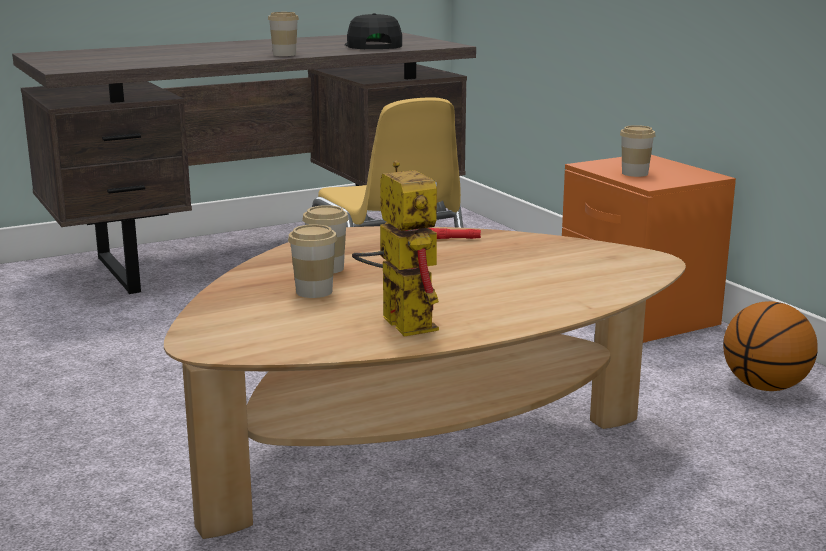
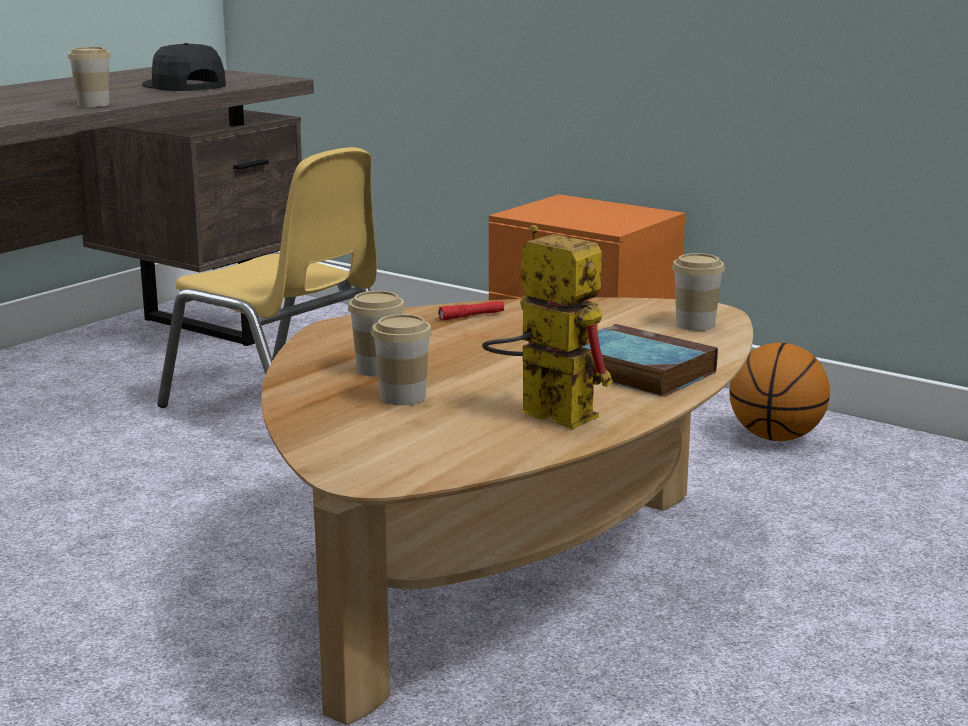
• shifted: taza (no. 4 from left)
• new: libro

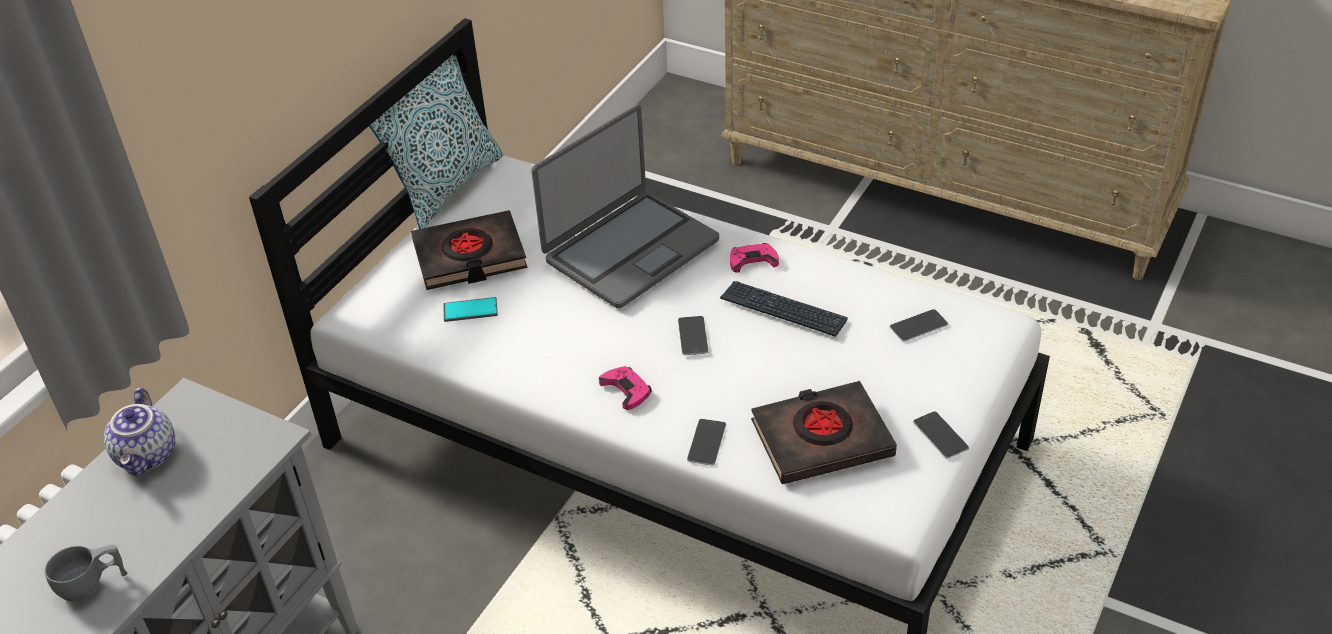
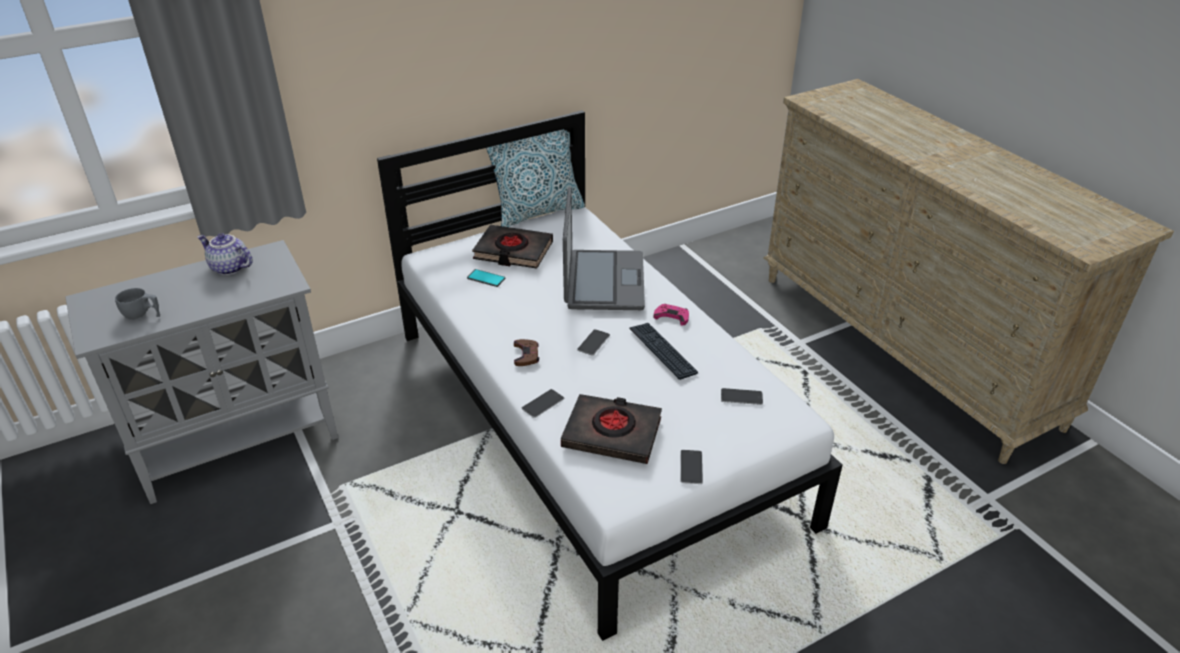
• rotated: portátil 75 degrees counterclockwise
• repainted: mando de consola/rosa (no. 1 from left) to mando de consola/marrón
• rotated: tetera 90 degrees clockwise

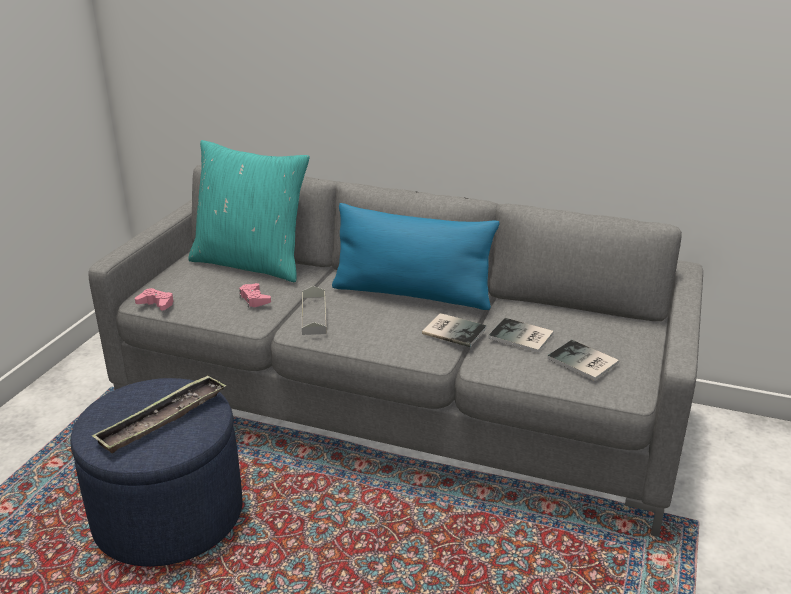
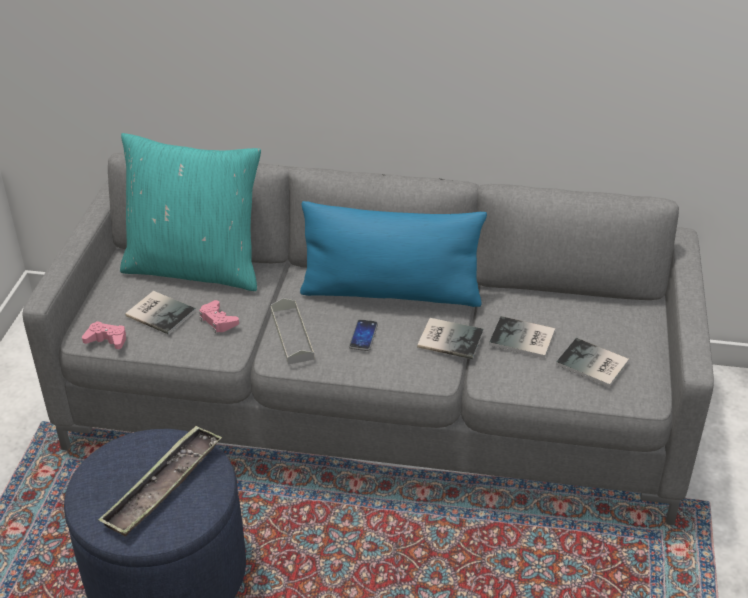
• new: libro (no. 1 from left)
• new: móvil

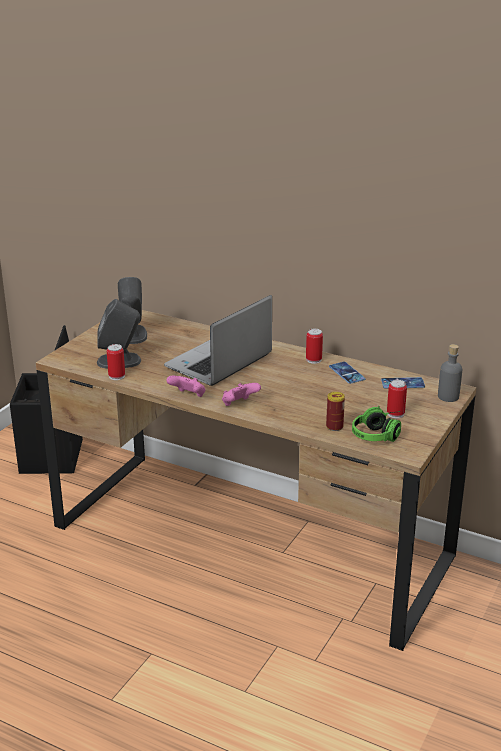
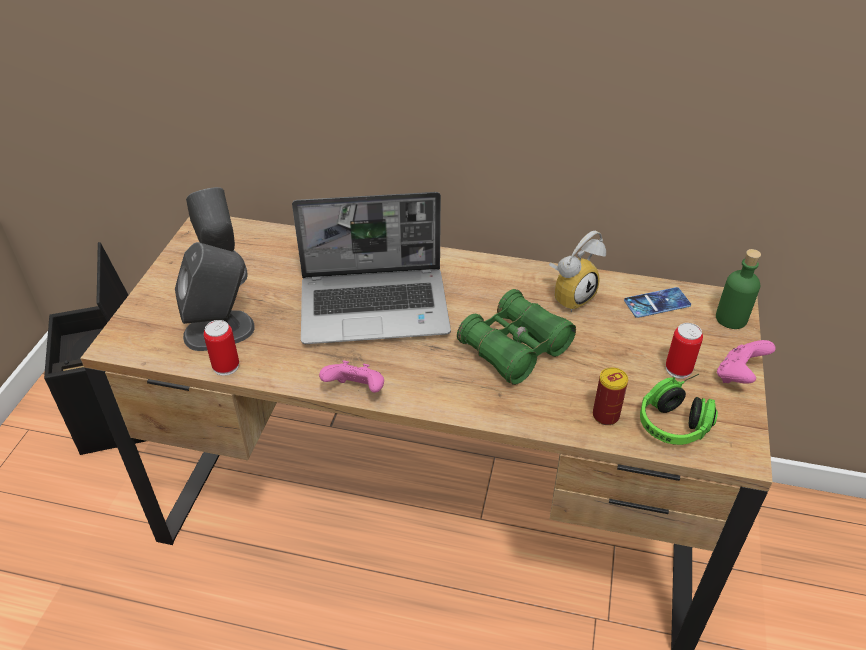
• rotated: portátil 120 degrees counterclockwise
• gone: lata (no. 2 from left)
• repainted: botella/gris to botella/verde
• swapped: móvil (no. 1 from left) to despertador
• shifted: mando de consola/rosa (no. 2 from left)
• new: prismáticos/verde

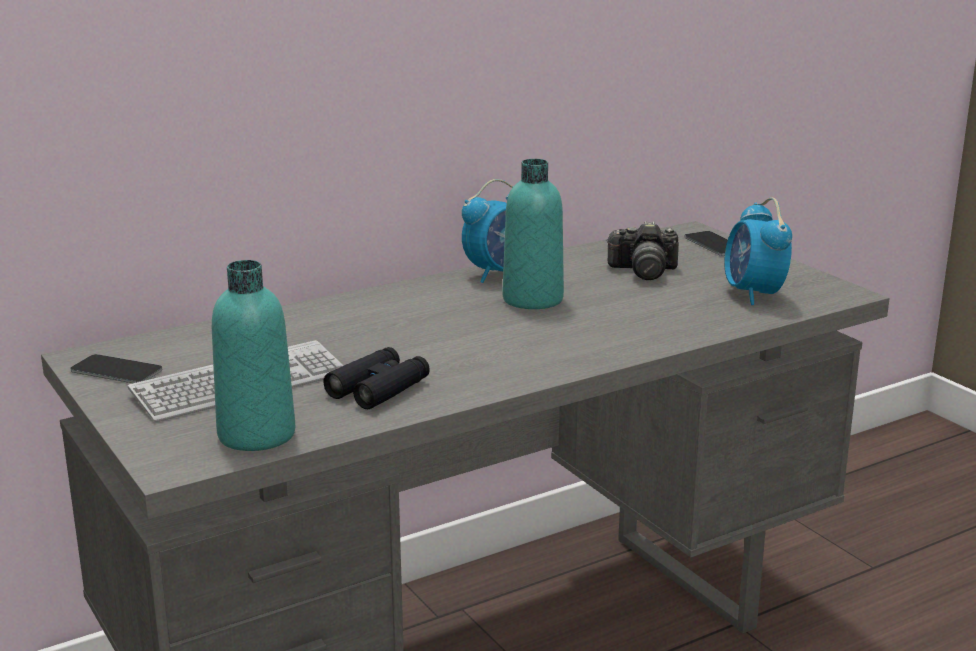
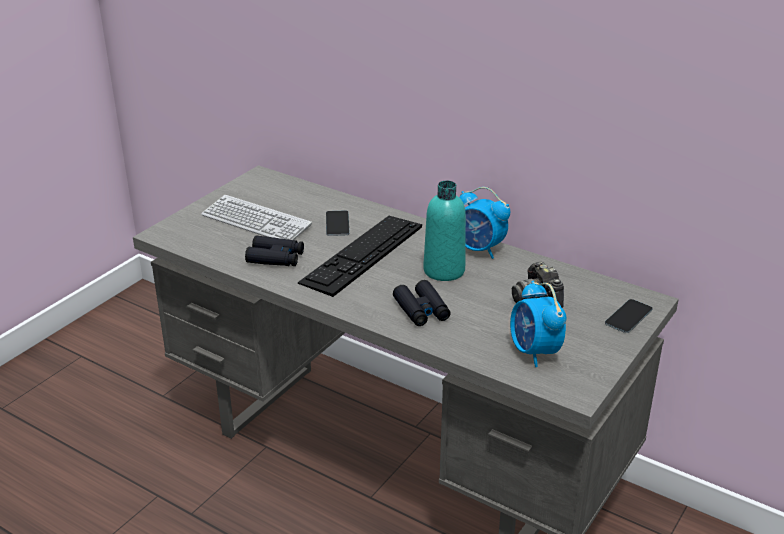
• rotated: despertador (no. 2 from left) 75 degrees counterclockwise
• gone: botella/turquesa (no. 1 from left)
• shifted: móvil (no. 1 from left)
• new: teclado (no. 2 from left)
• new: prismáticos/negro (no. 2 from left)

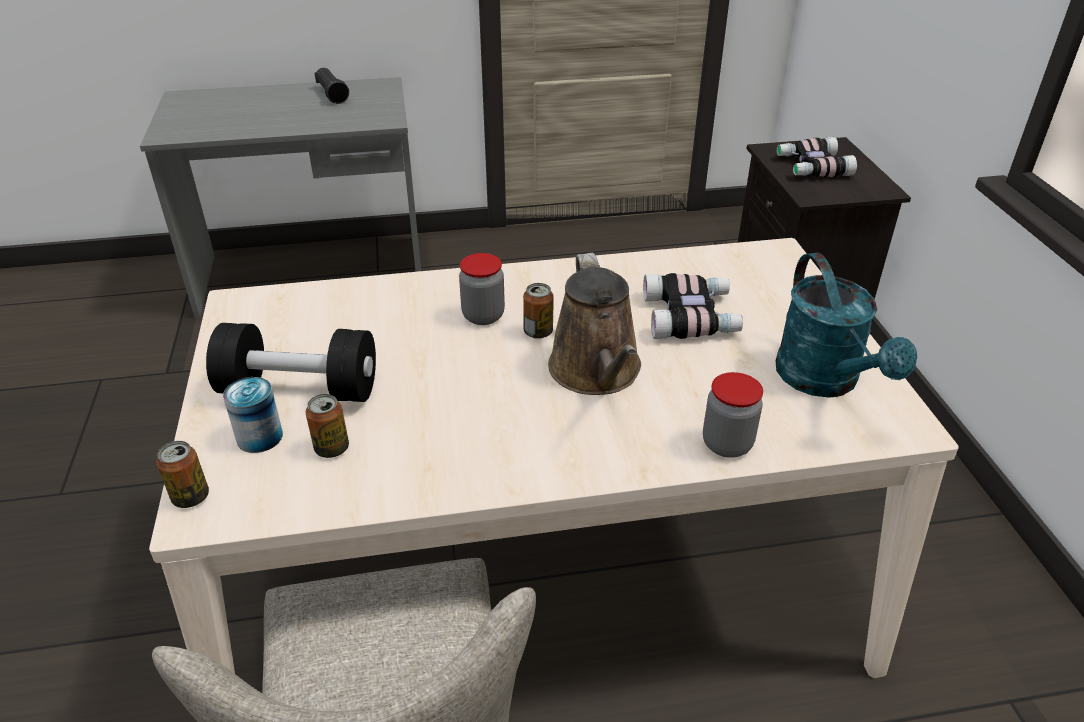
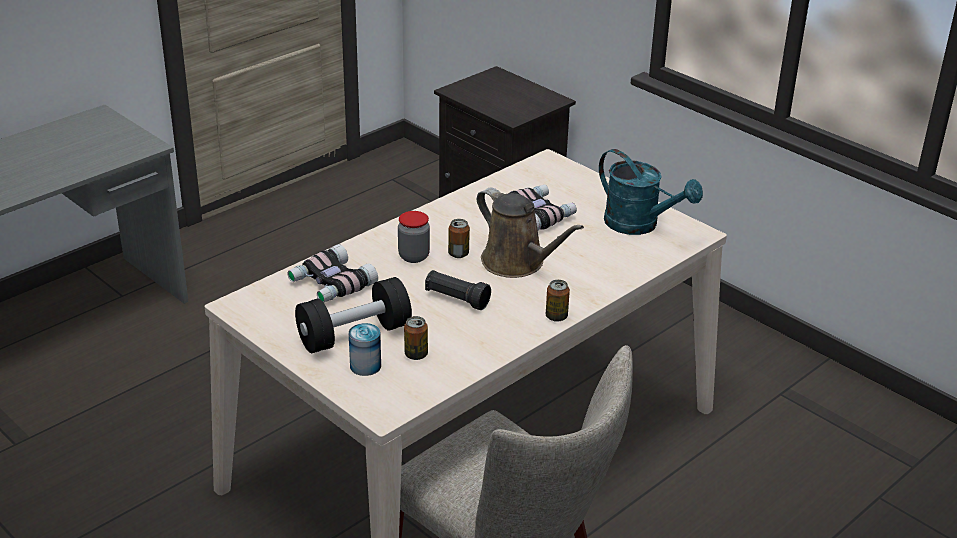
• shifted: linterna/negro
• shifted: prismáticos (no. 2 from left in the first image) to prismáticos (no. 1 from left)
• gone: tarro (no. 2 from left)
• shifted: lata (no. 1 from left in the first image) to lata (no. 4 from left)

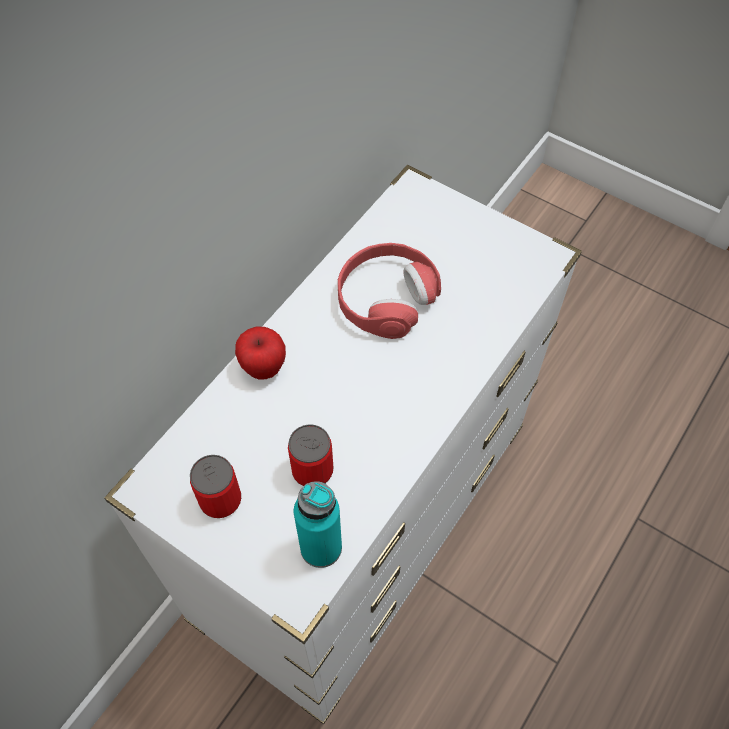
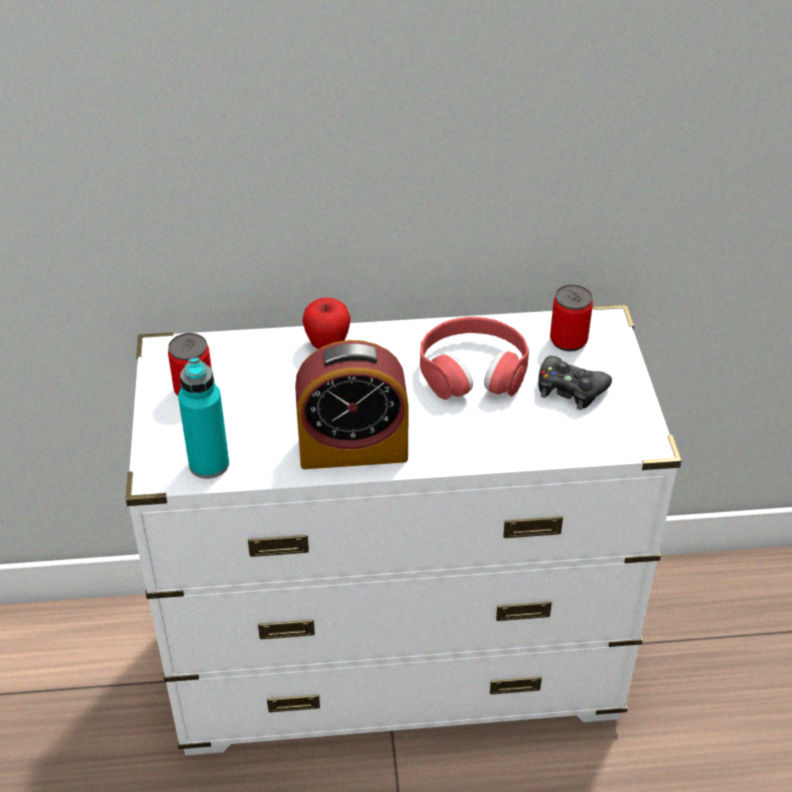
• shifted: lata (no. 2 from left)
• new: despertador
• new: mando de consola/negro

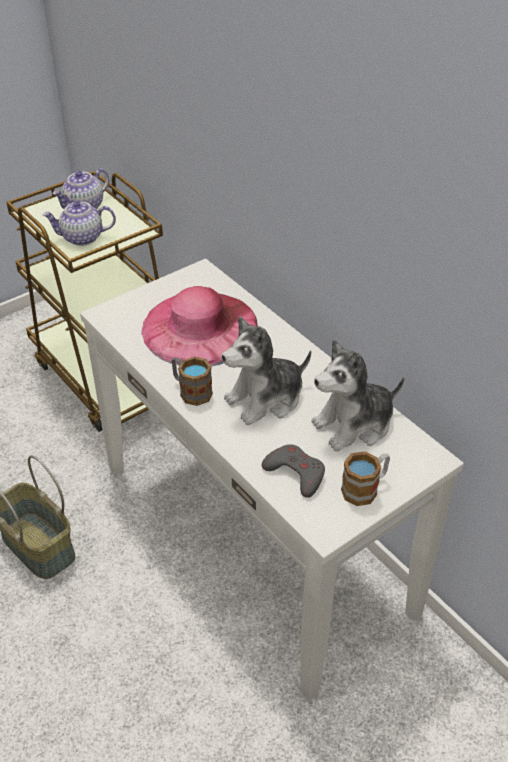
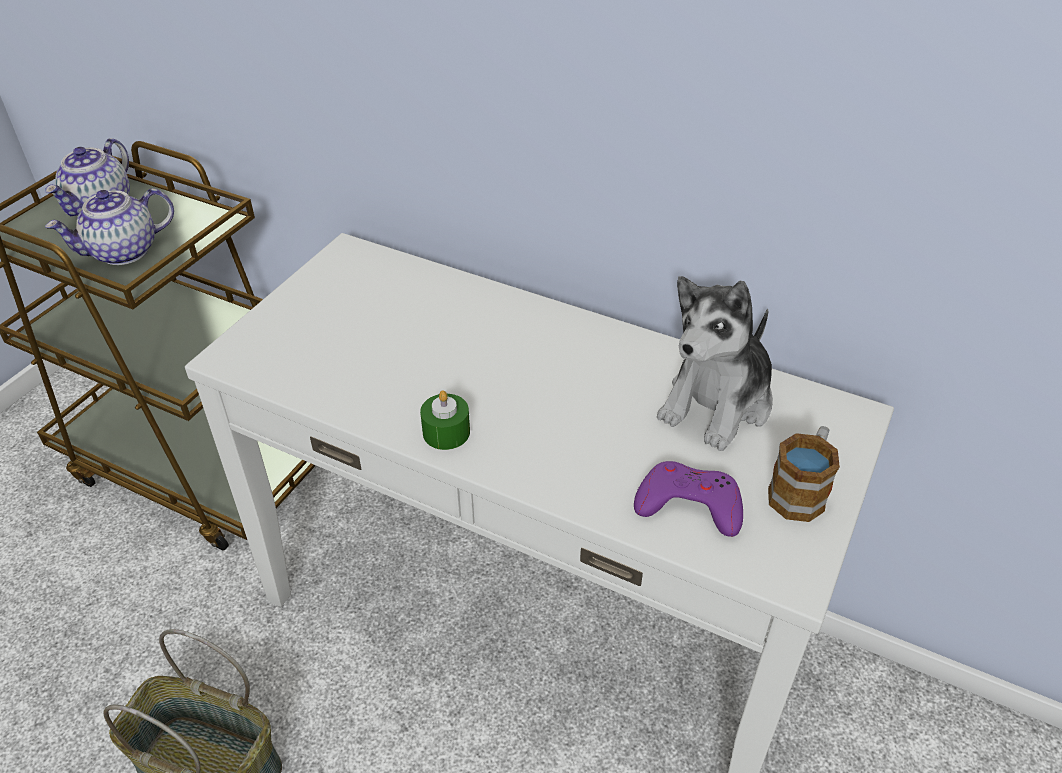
• gone: sombrero/rosa
• gone: peluche (no. 1 from left)
• swapped: taza grande (no. 1 from left) to vela/verde
• repainted: mando de consola/gris to mando de consola/morado

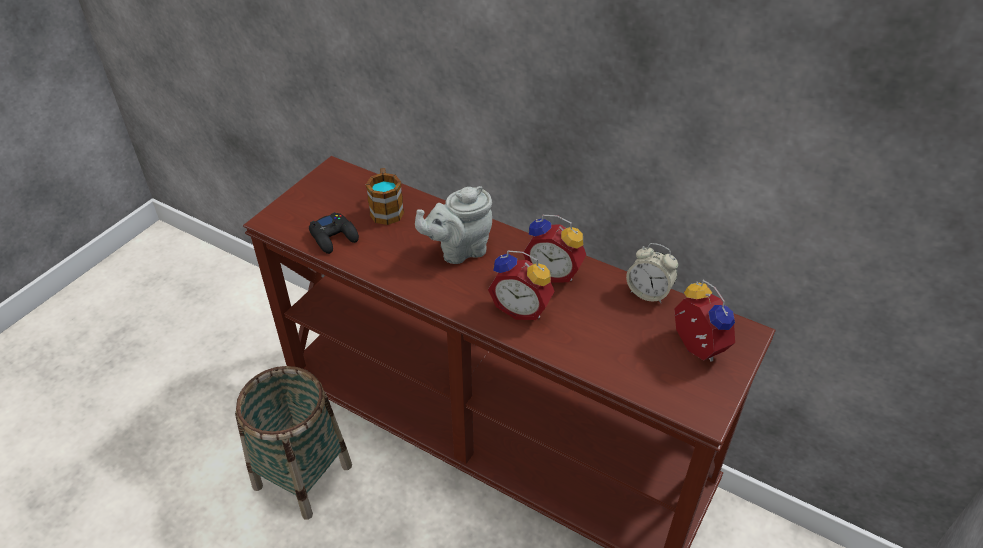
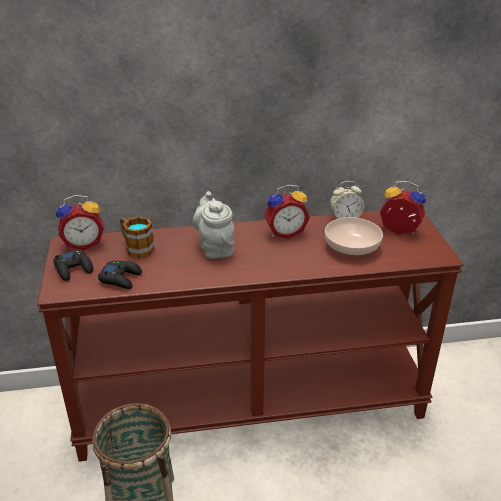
• rotated: tetera/gris 135 degrees clockwise
• shifted: despertador (no. 1 from left)
• new: cuenco
• new: mando de consola/negro (no. 1 from left)

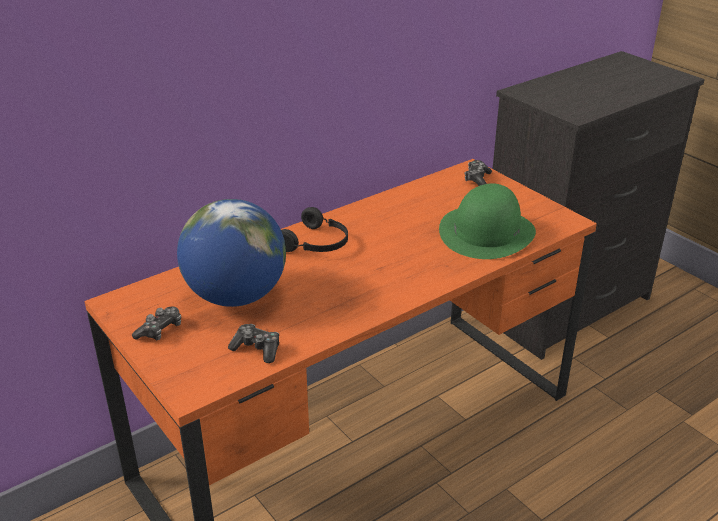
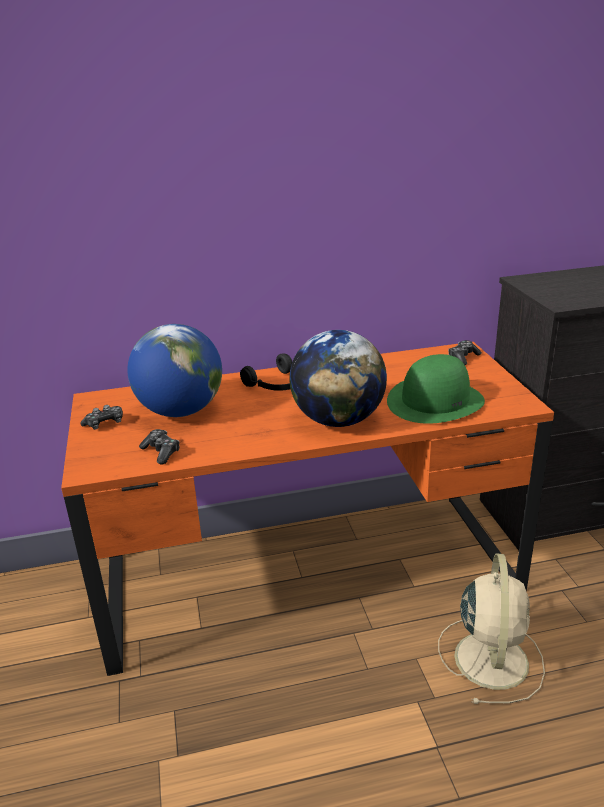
• new: globo terráqueo (no. 2 from left)
• new: ventilador/beis

